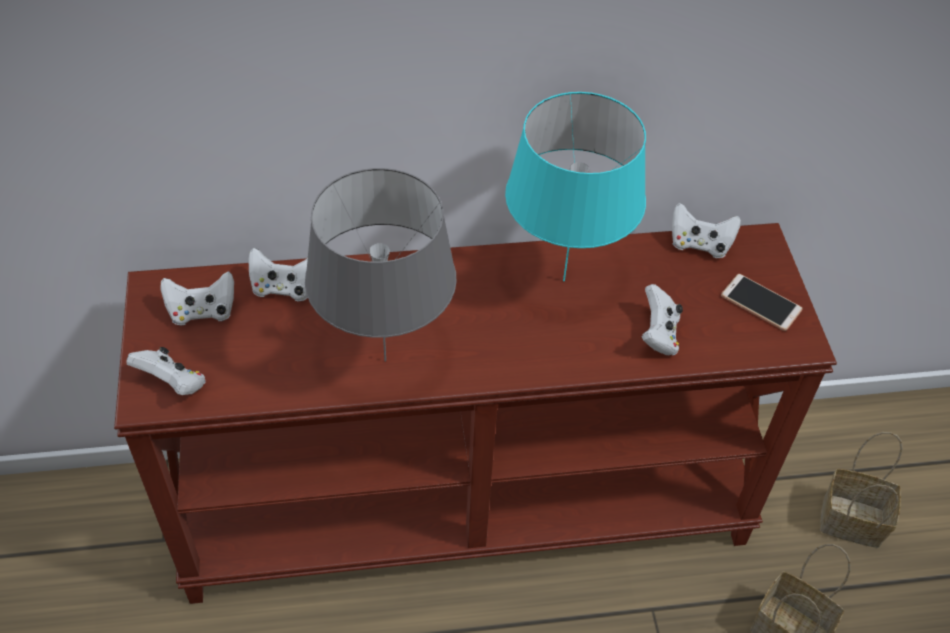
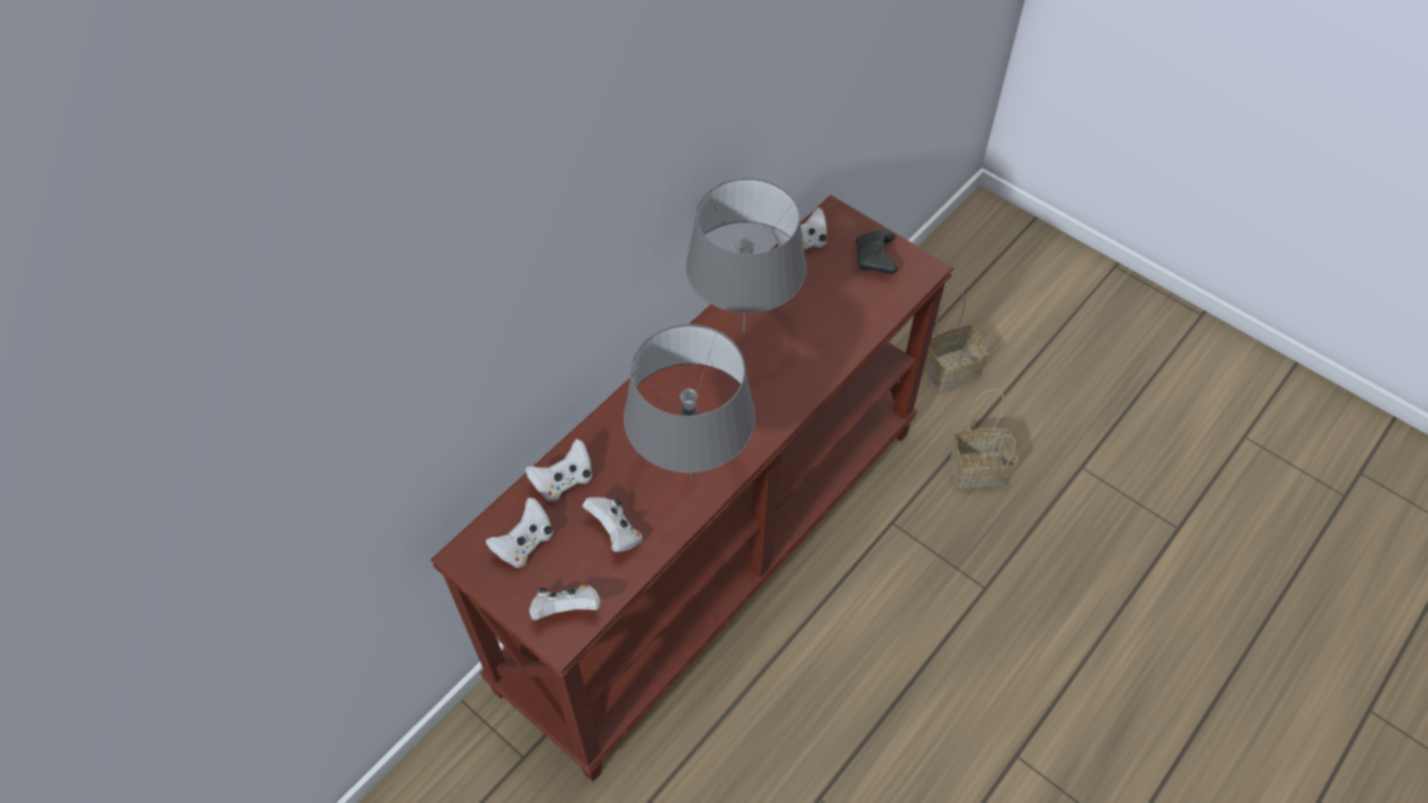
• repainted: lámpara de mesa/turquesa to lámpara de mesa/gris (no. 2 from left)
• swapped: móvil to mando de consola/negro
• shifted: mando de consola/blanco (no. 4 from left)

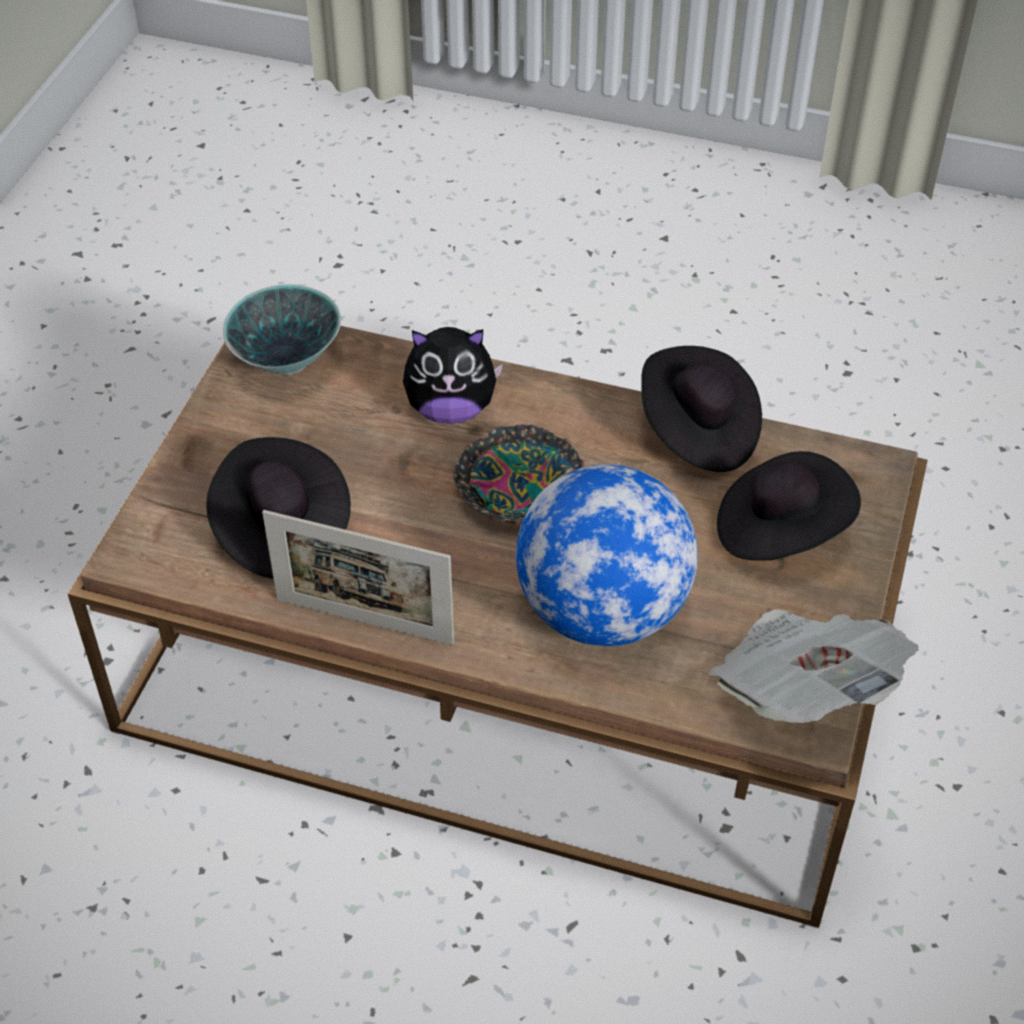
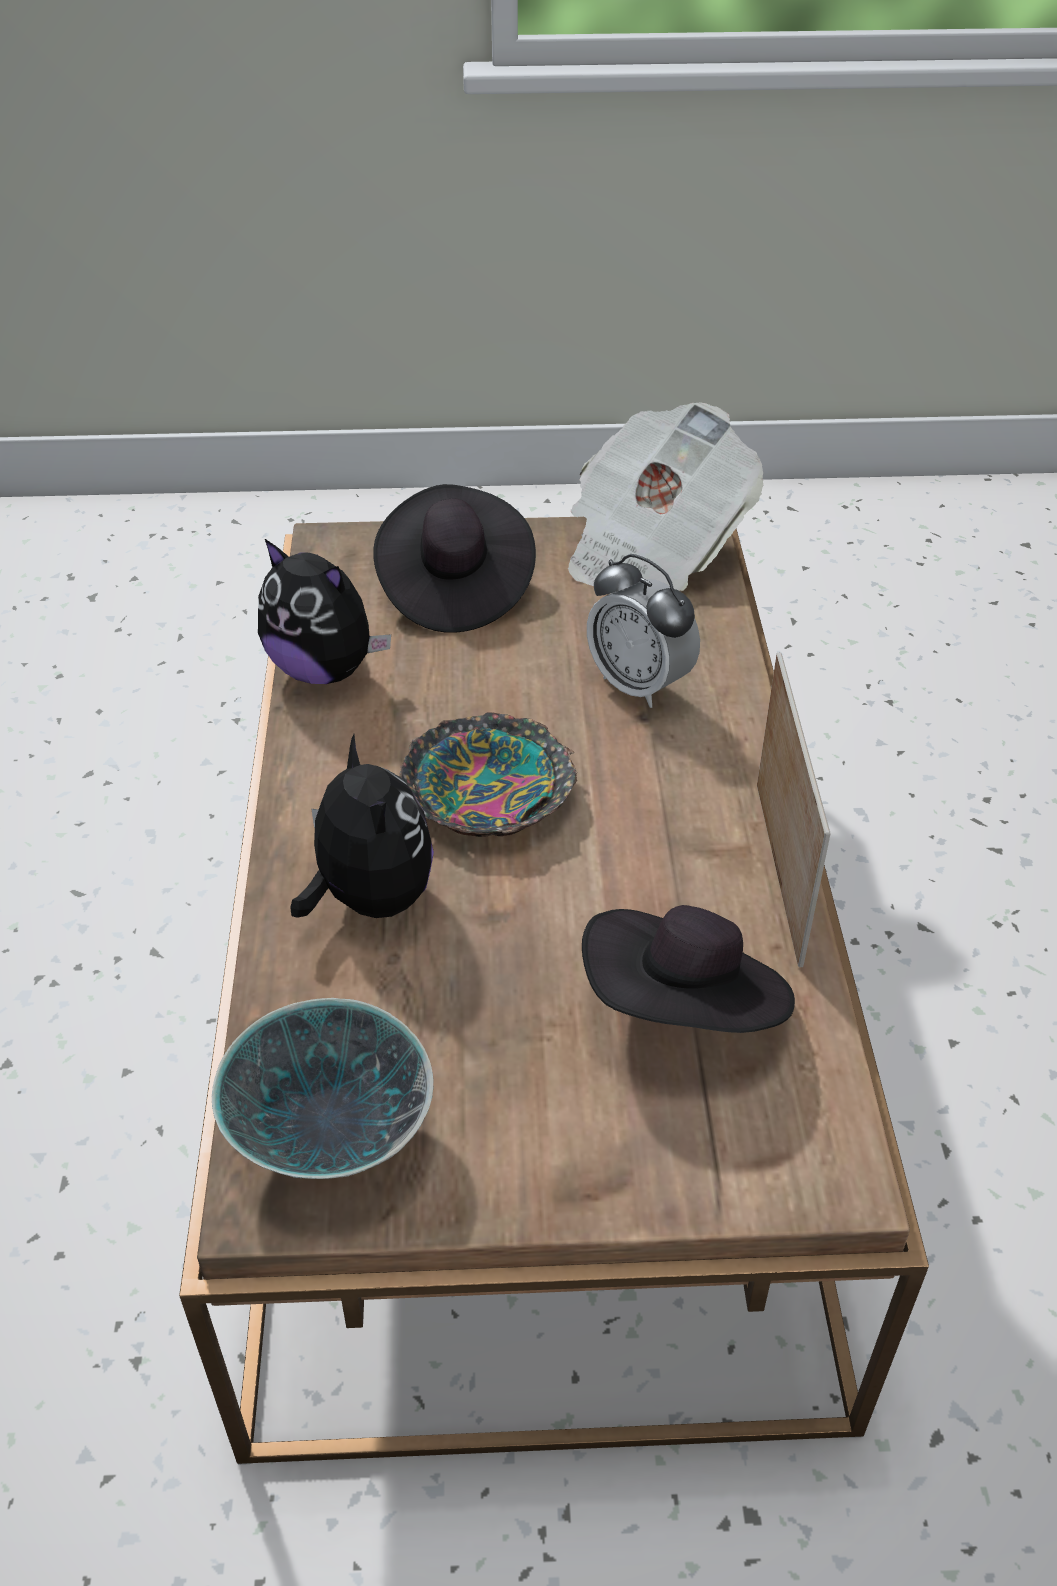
• swapped: sombrero/negro (no. 2 from left) to peluche (no. 1 from left)
• swapped: globo terráqueo to despertador

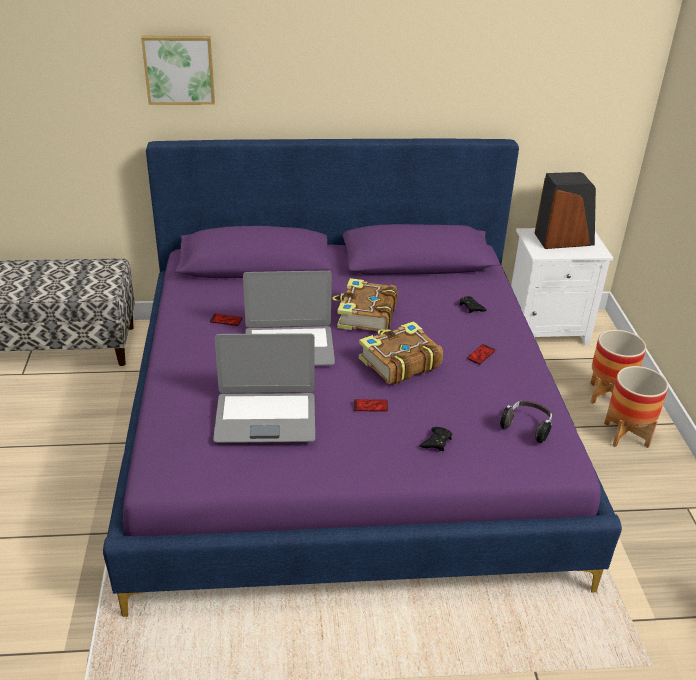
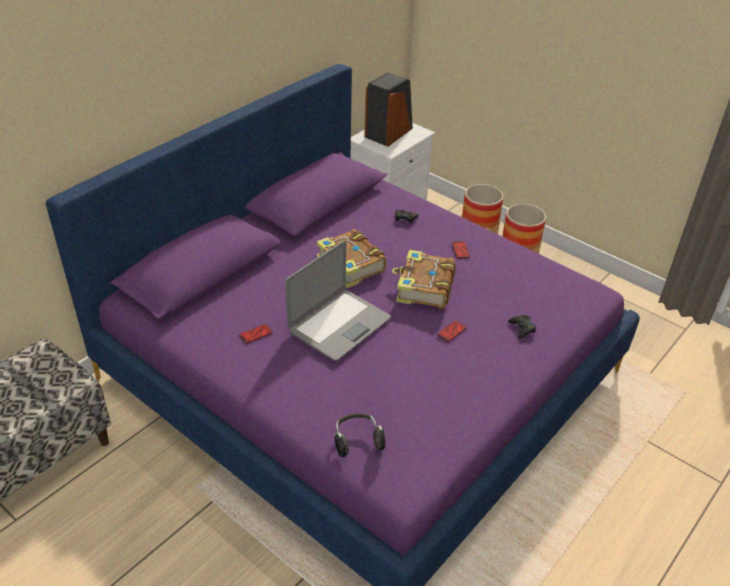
• gone: cuadro
• gone: portátil (no. 1 from left)
• shifted: auriculares

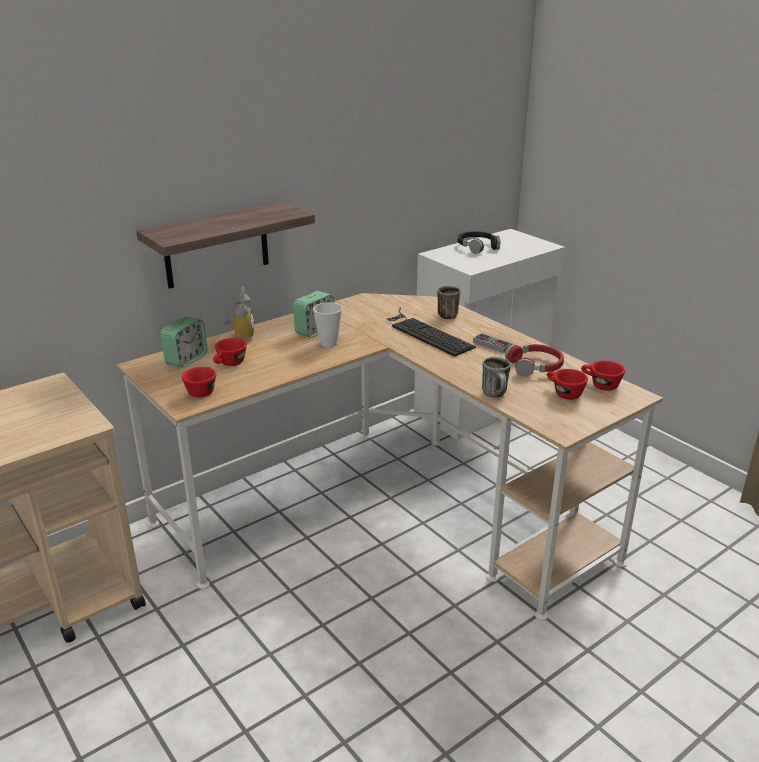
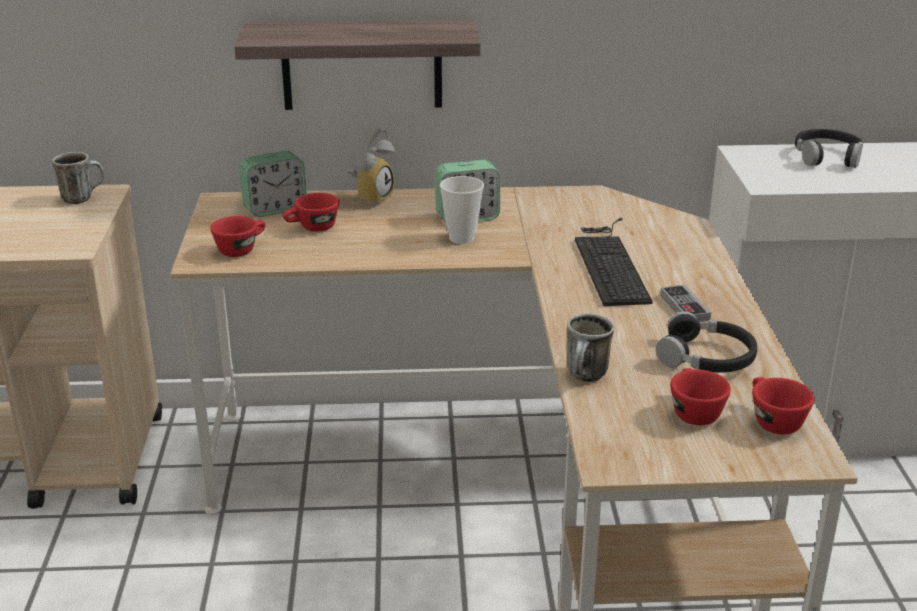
• shifted: taza grande (no. 1 from left)
• repainted: auriculares/rojo to auriculares/negro (no. 1 from left)

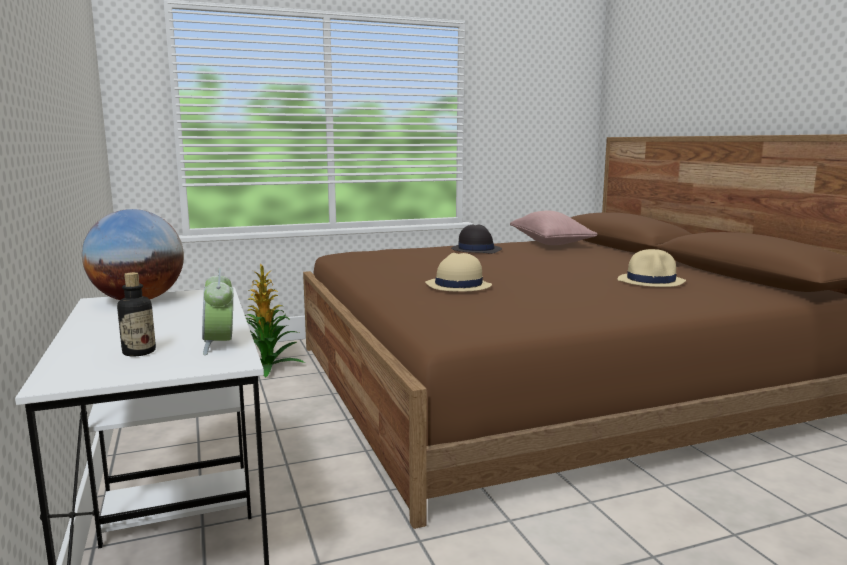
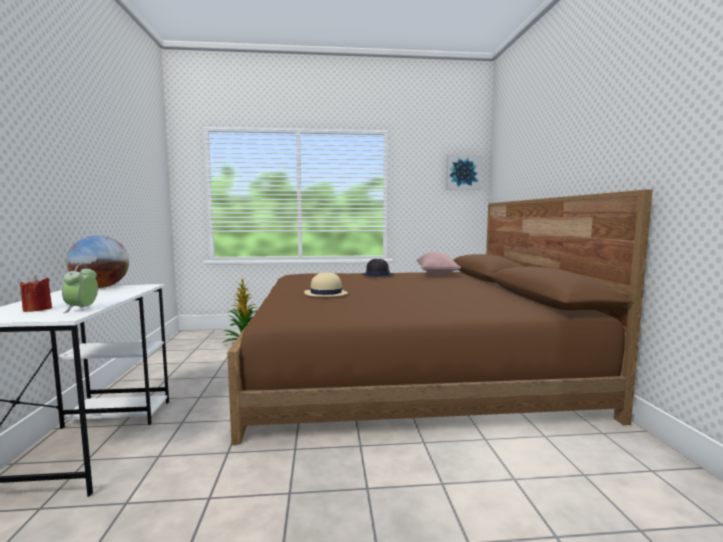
• gone: sombrero/beis (no. 2 from left)
• swapped: botella to vela/rojo
• new: cuadro

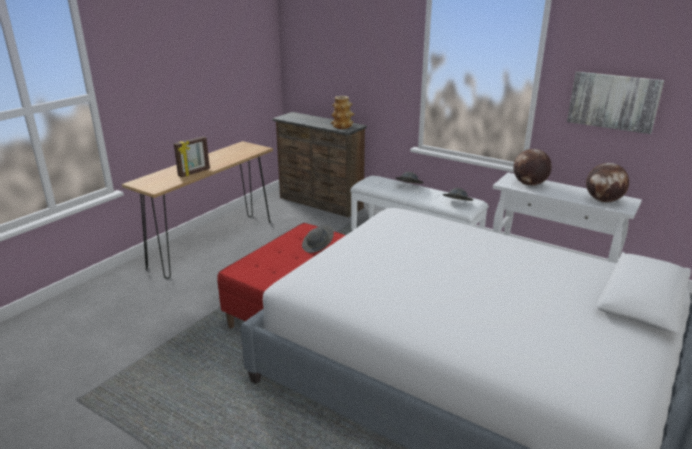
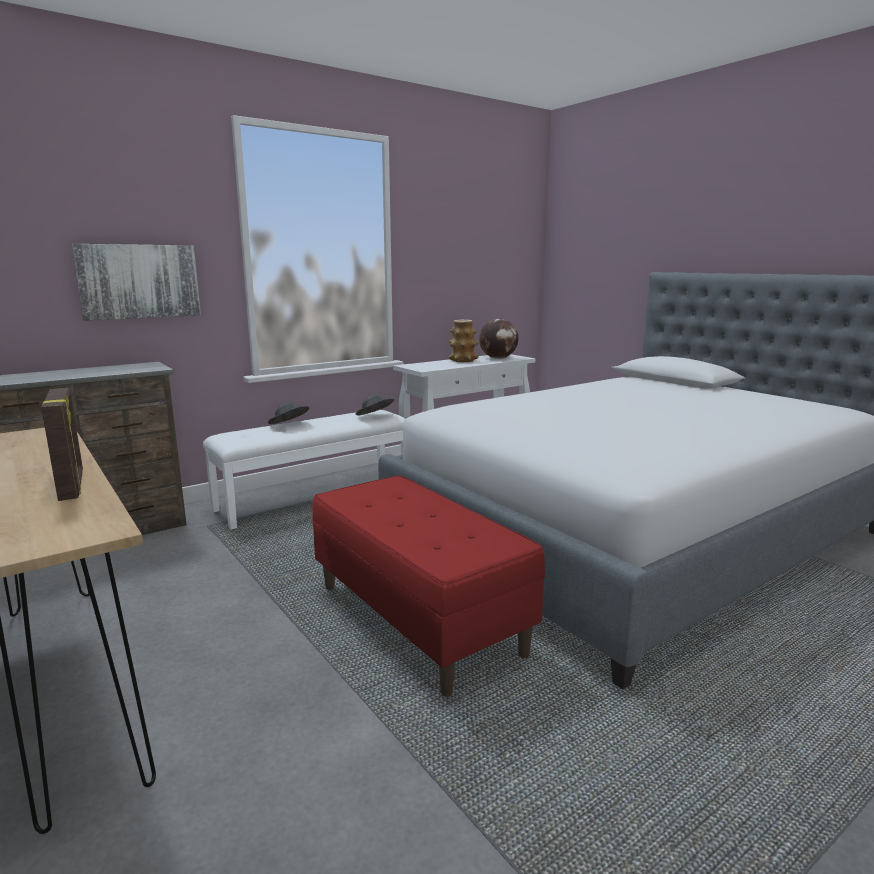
• shifted: cuadro
• shifted: florero
• gone: globo terráqueo (no. 1 from left)
• gone: sombrero/gris (no. 1 from left)

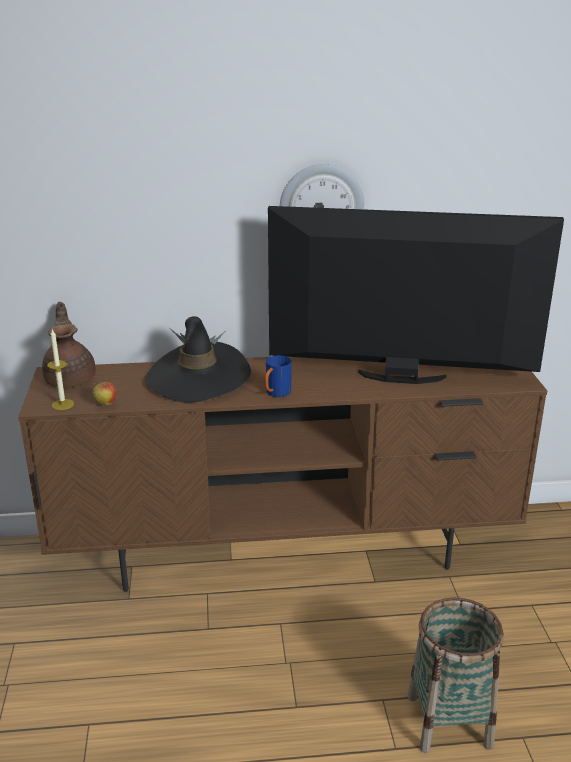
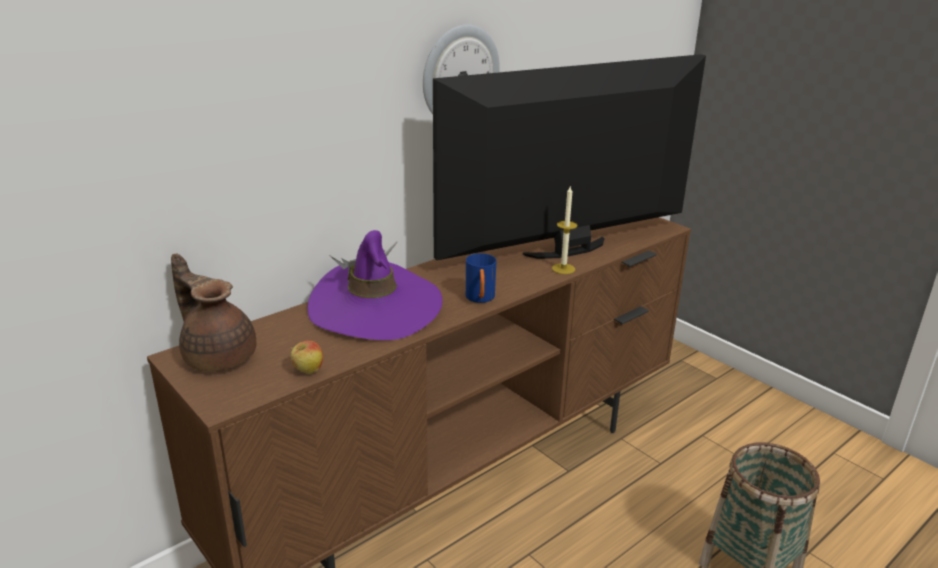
• repainted: sombrero/negro to sombrero/morado
• shifted: vela

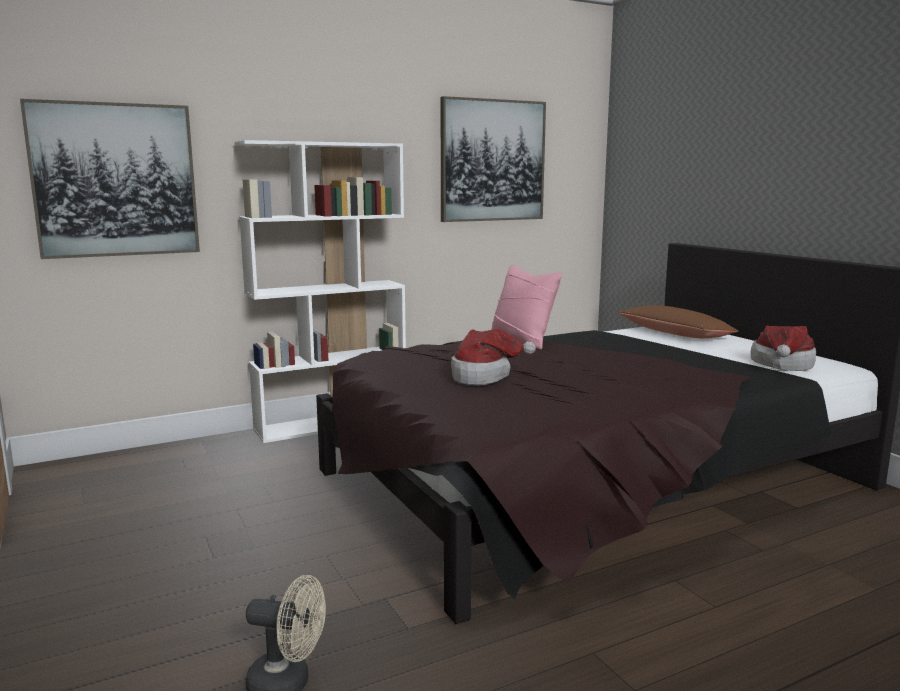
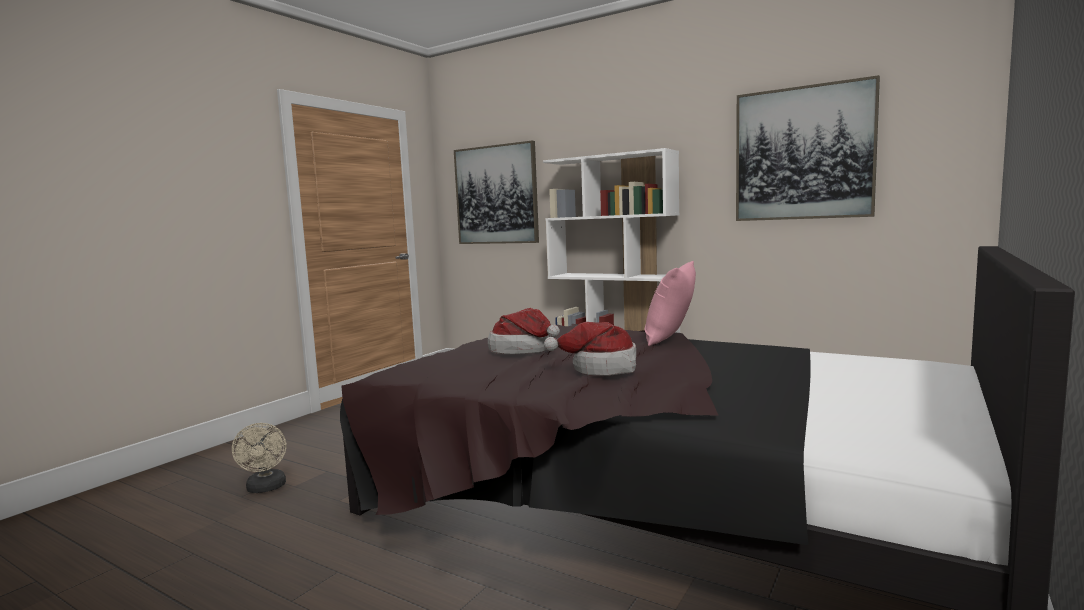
• gone: cojín/marrón
• shifted: sombrero (no. 2 from left)

